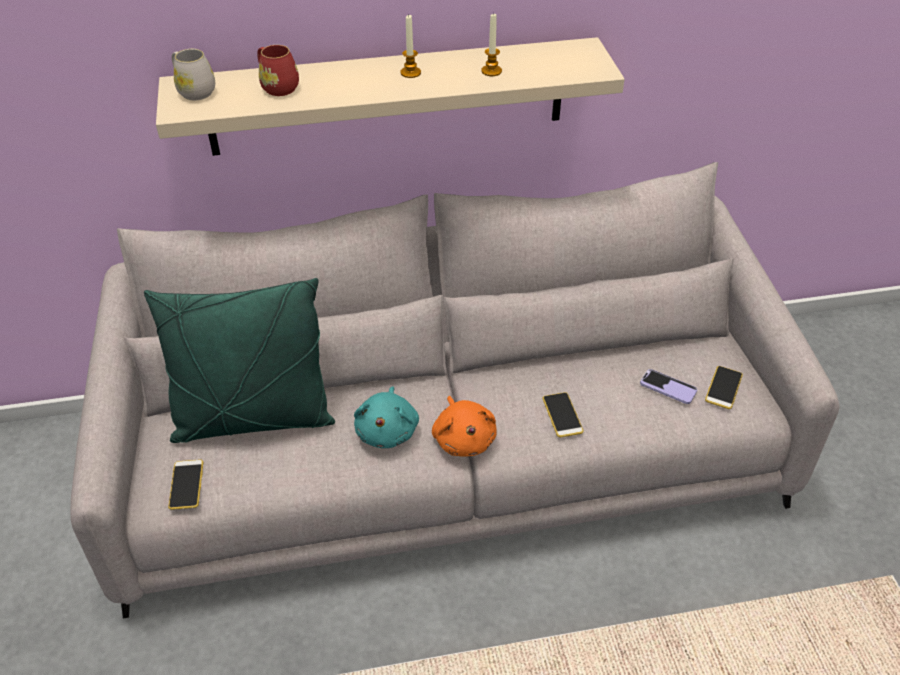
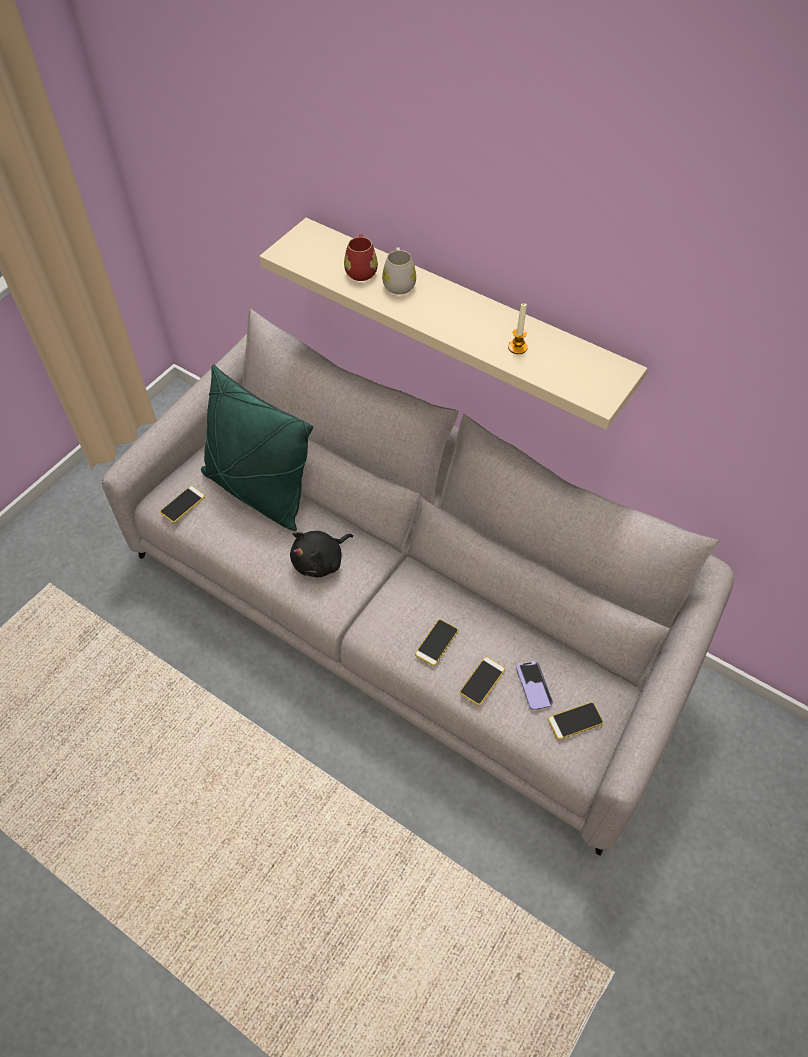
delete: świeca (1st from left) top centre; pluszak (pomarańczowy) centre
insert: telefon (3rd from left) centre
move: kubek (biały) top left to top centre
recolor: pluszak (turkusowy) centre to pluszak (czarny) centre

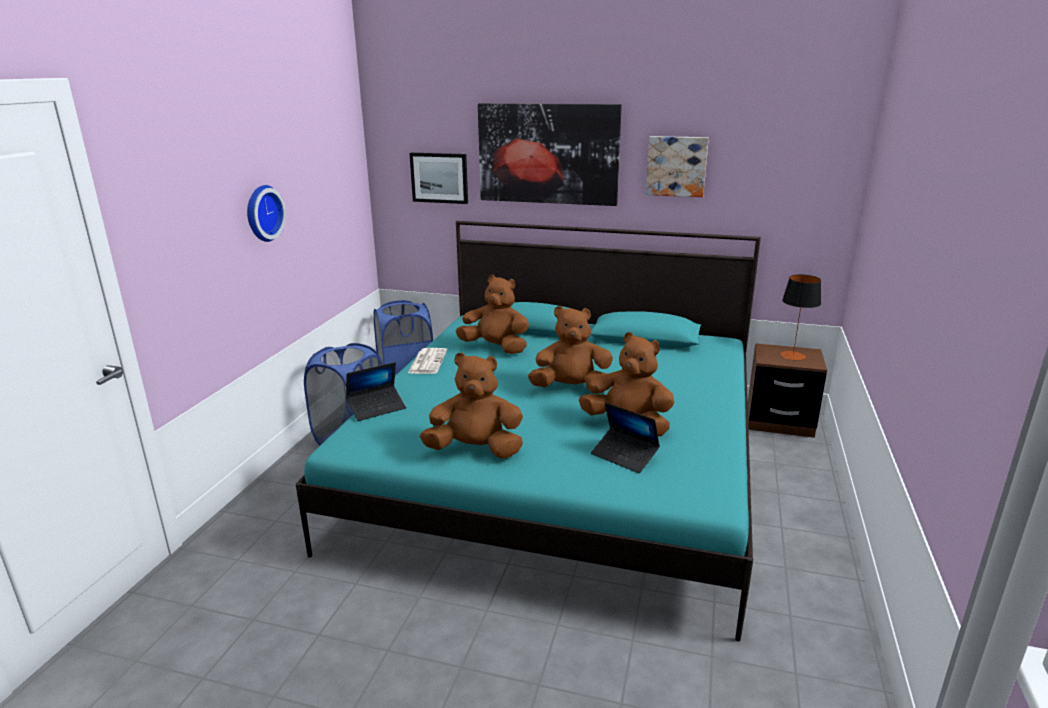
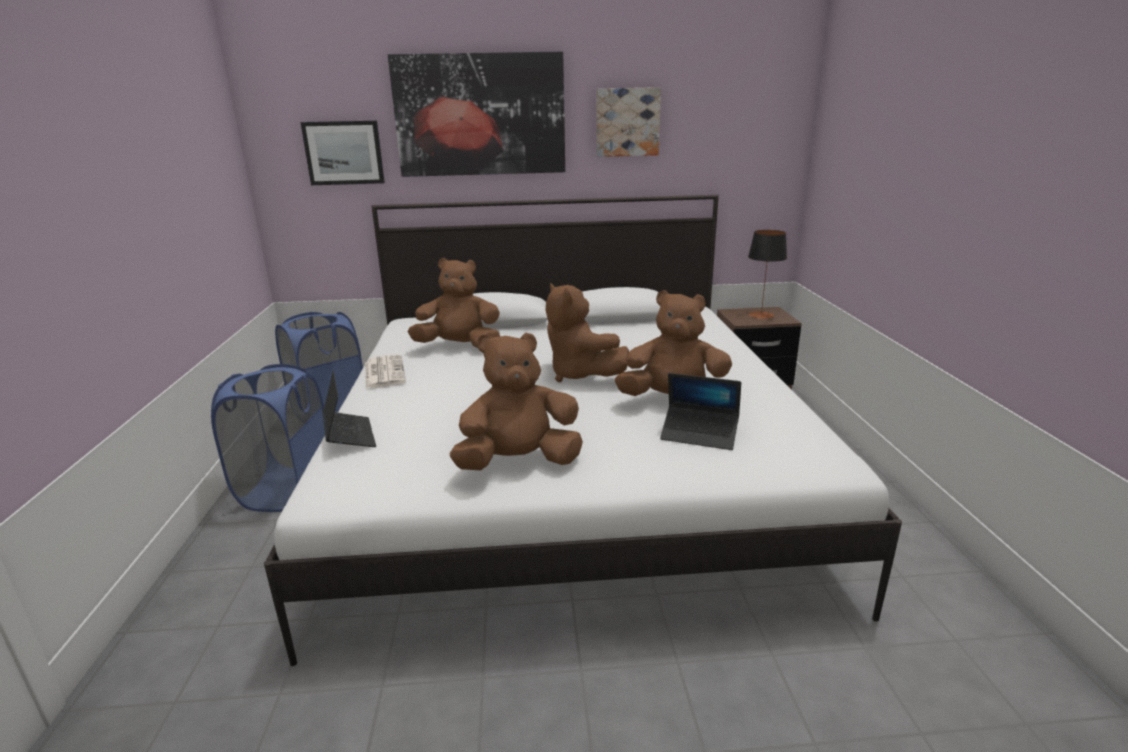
delete: zegar ścienny top left
recolor: łóżko (turkusowy) centre to łóżko (biały) centre
rotate: laptop (1st from left) centre = middle left 60 degrees counterclockwise; pluszak (brązowy) (3rd from left) centre = centre 105 degrees counterclockwise

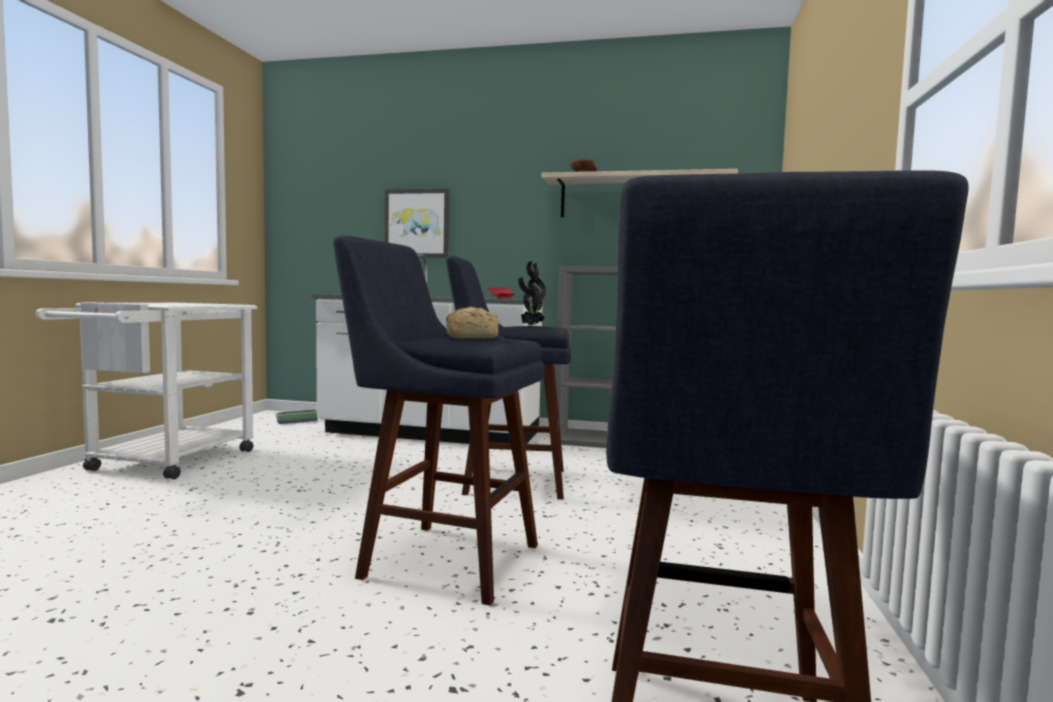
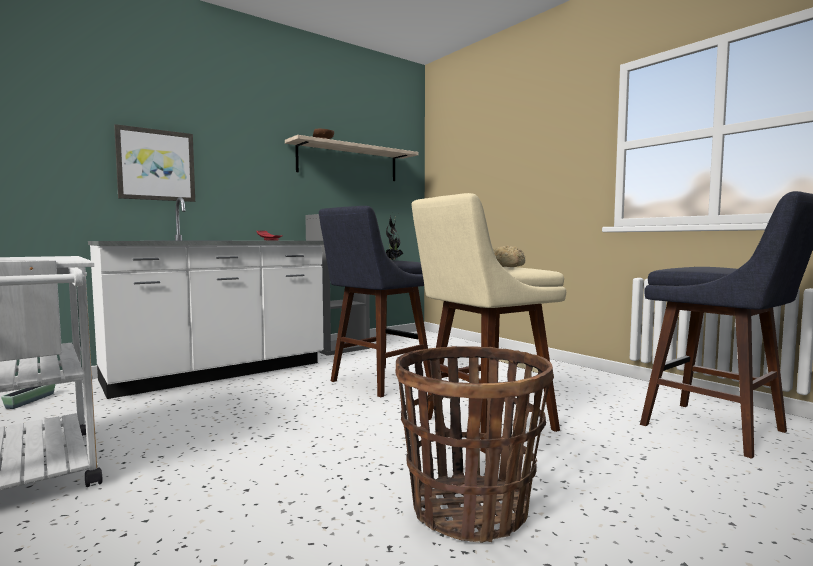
insert: koszyk bottom centre
recolor: stołek (niebieski) (1st from left) centre to stołek (beżowy) centre

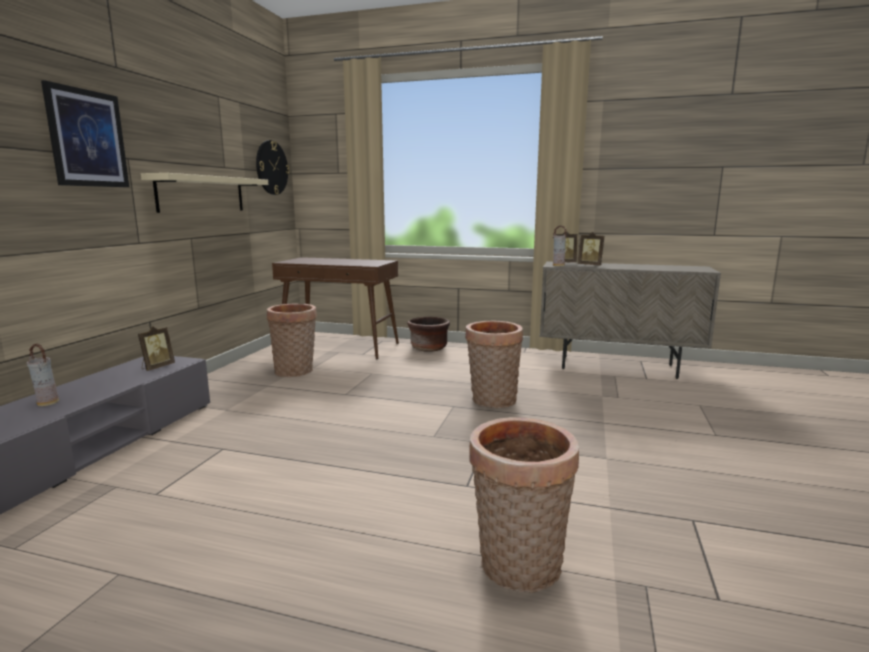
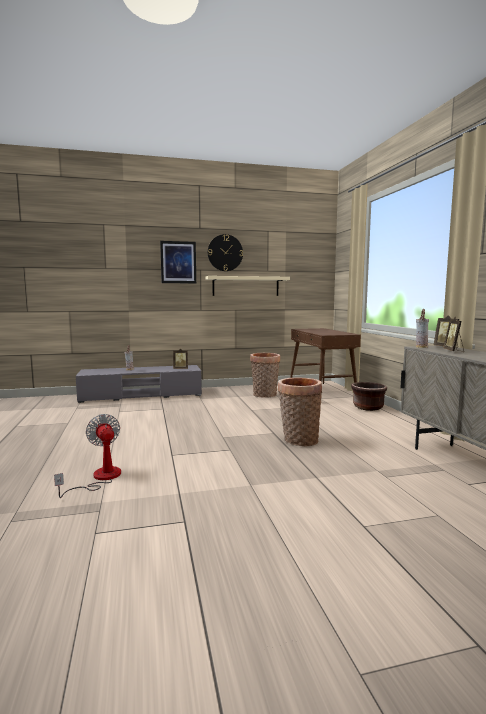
move: zegar ścienny top left to centre
replace: koszyk (3rd from left) bottom centre to wentylator middle left

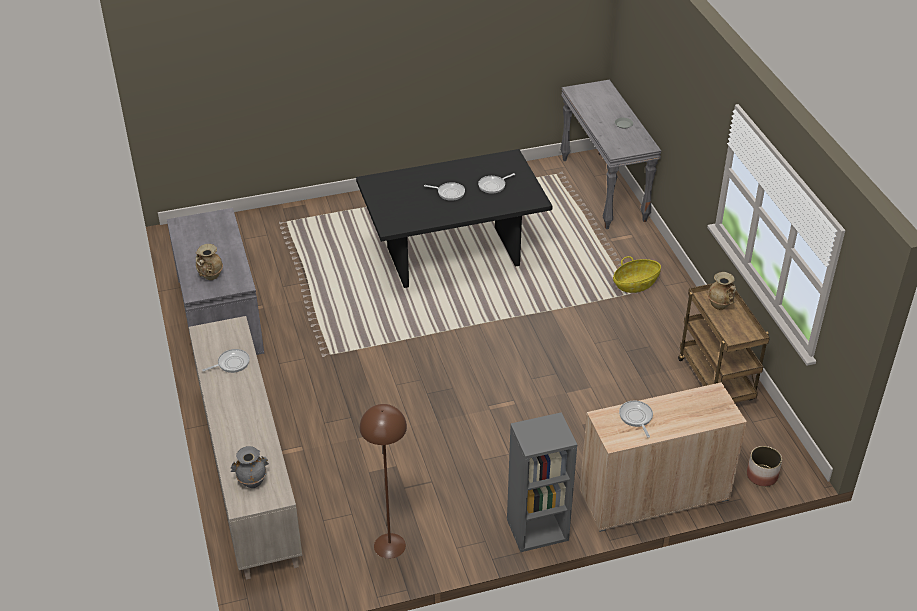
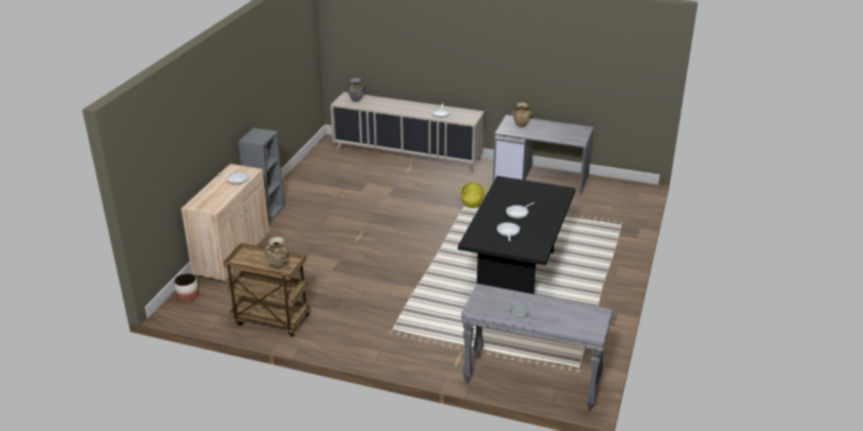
delete: lampa stojąca (brązowy) bottom centre
move: koszyk middle right to centre

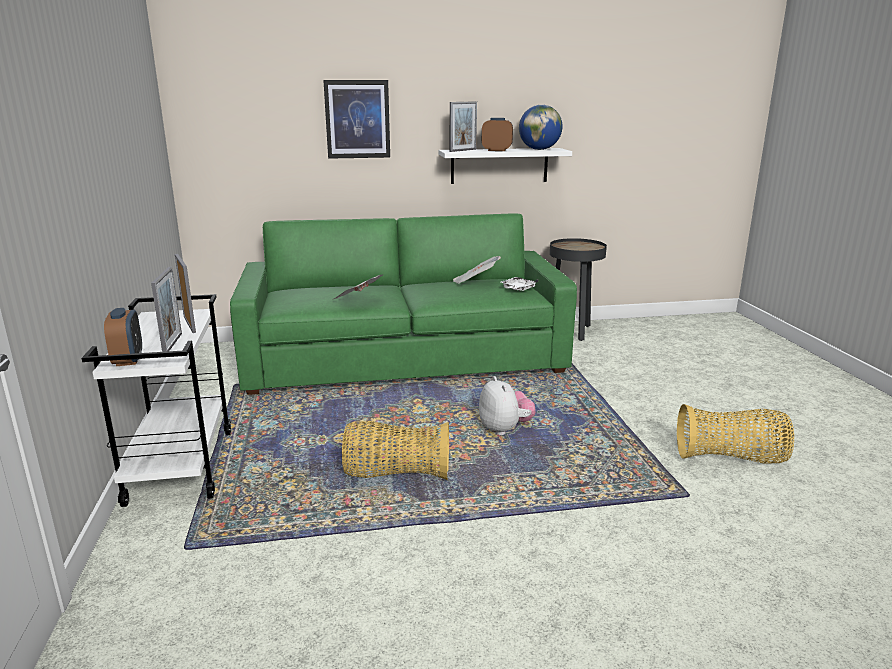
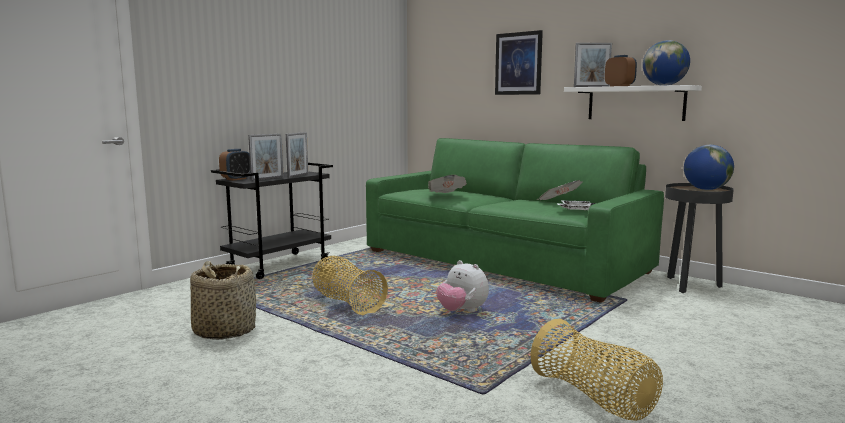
insert: koszyk (1st from left) bottom left; globus (2nd from left) middle right
recolor: wózek (biały) middle left to wózek (czarny) middle left
rotate: pluszak centre = bottom centre 105 degrees clockwise

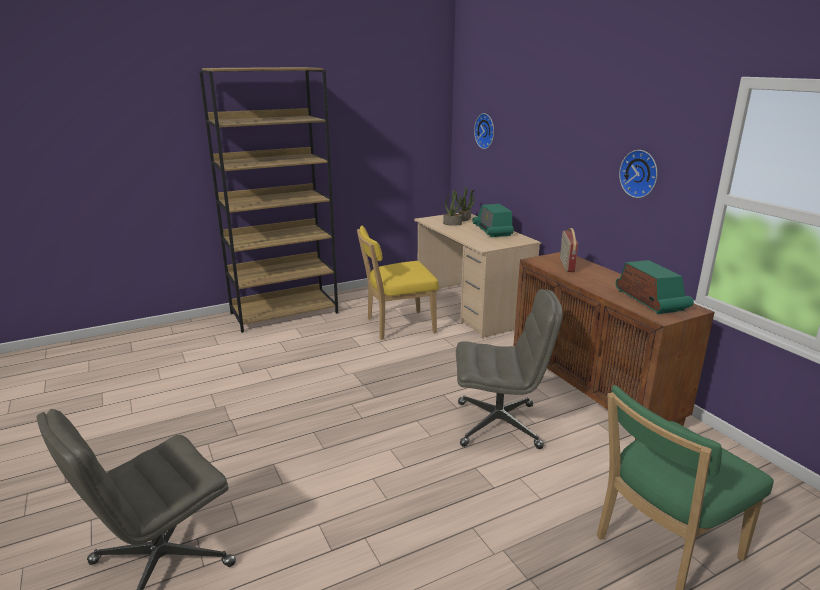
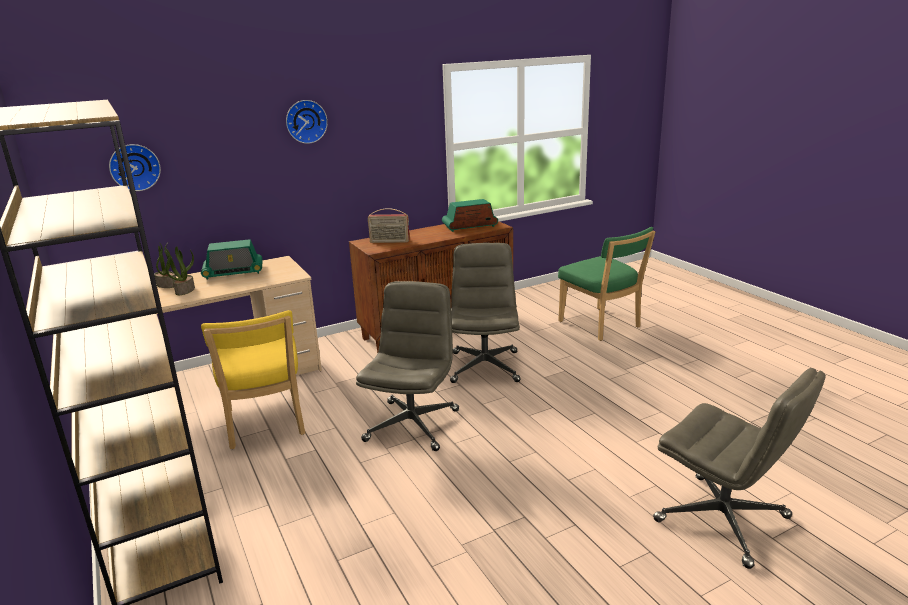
insert: krzesło biurowe (szary) (1st from left) centre
move: zegar ścienny (2nd from left) top right to top centre

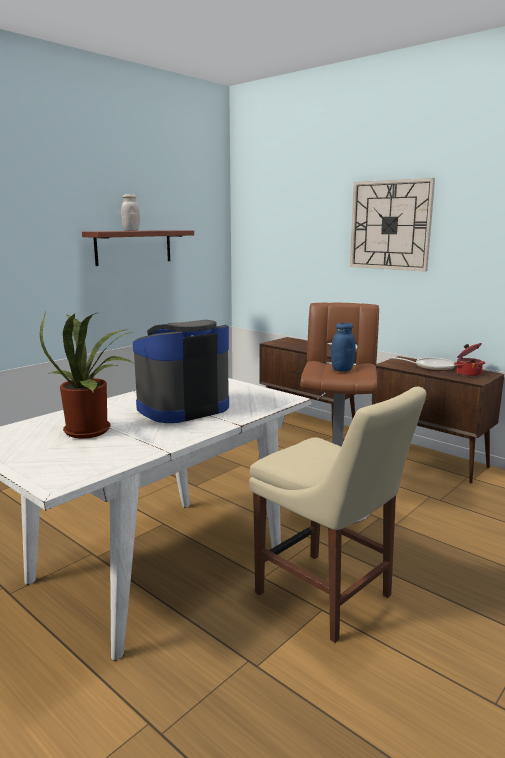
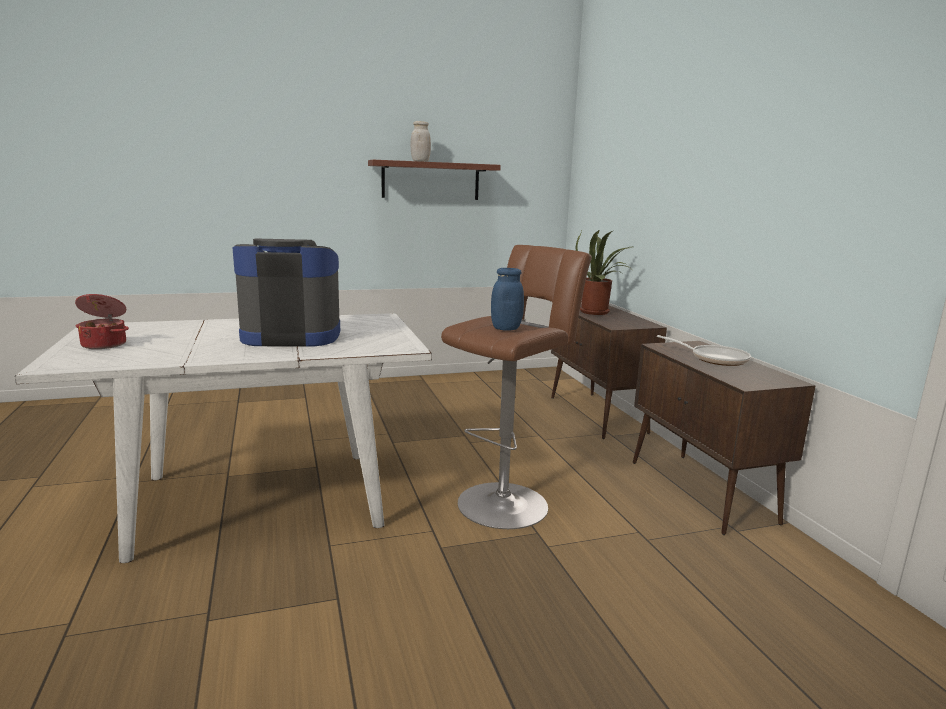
delete: krzesło (beżowy) bottom right; zegar ścienny top right
move: garnek middle right to middle left; roślina doniczkowa middle left to centre

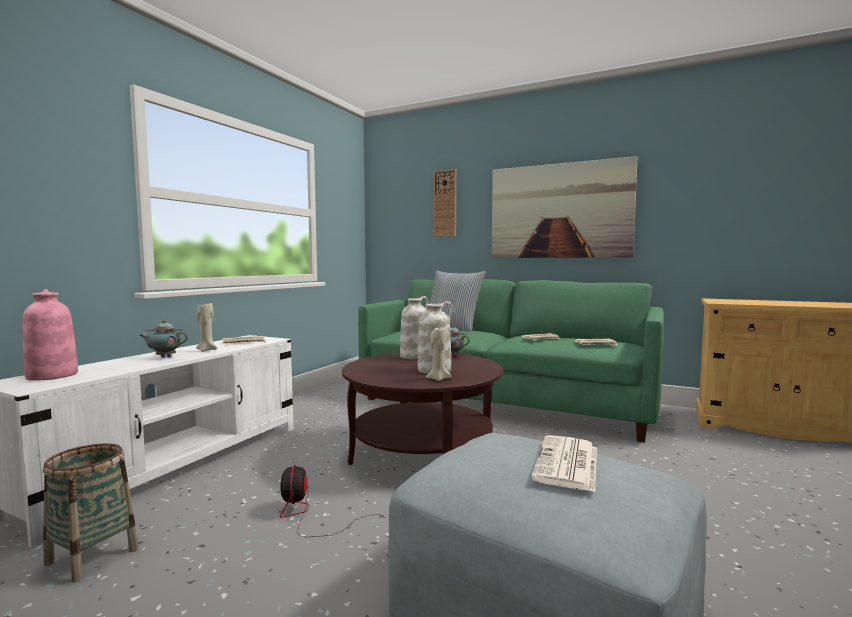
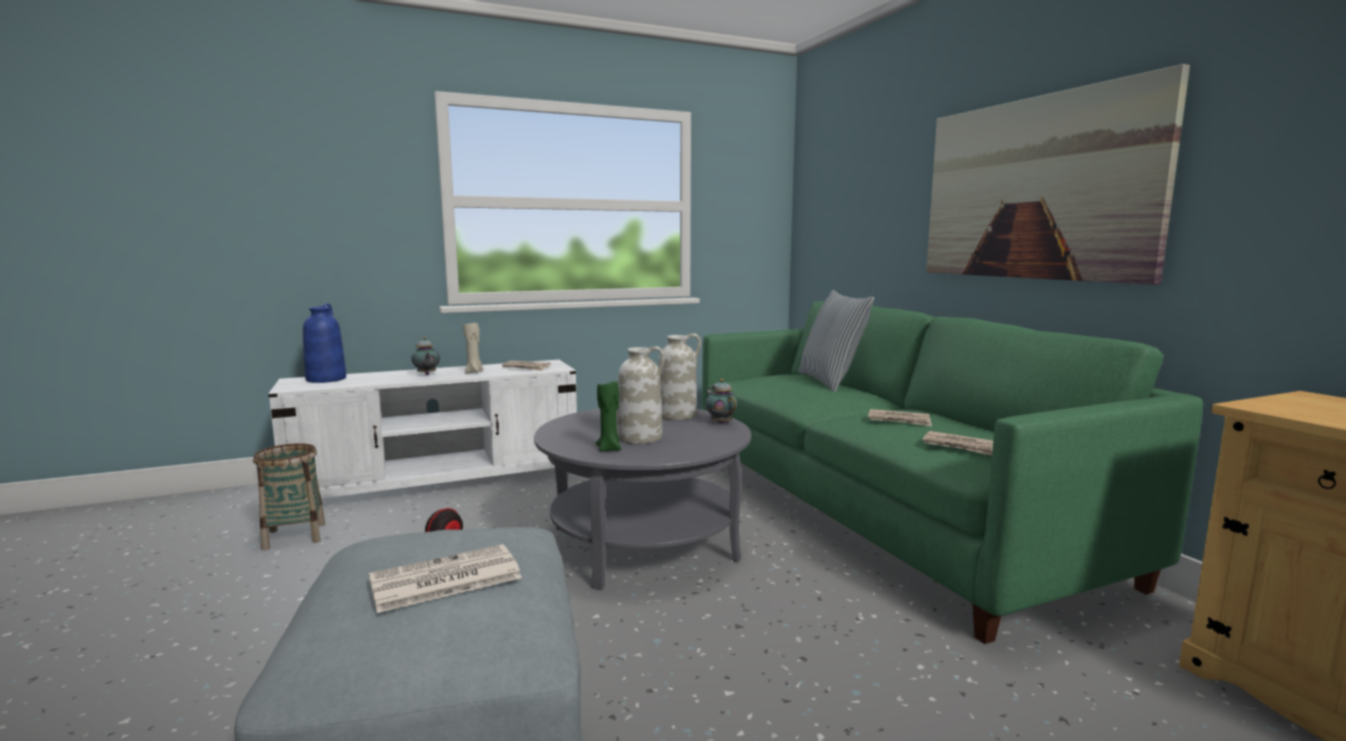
delete: zegar ścienny top centre
recolor: wazon (różowy) middle left to wazon (niebieski) middle left; ława (brązowy) centre to ława (szary) bottom centre; świeca (beżowy) (2nd from left) centre to świeca (zielony) centre
rotate: imbryk (1st from left) middle left = middle left 150 degrees counterclockwise

